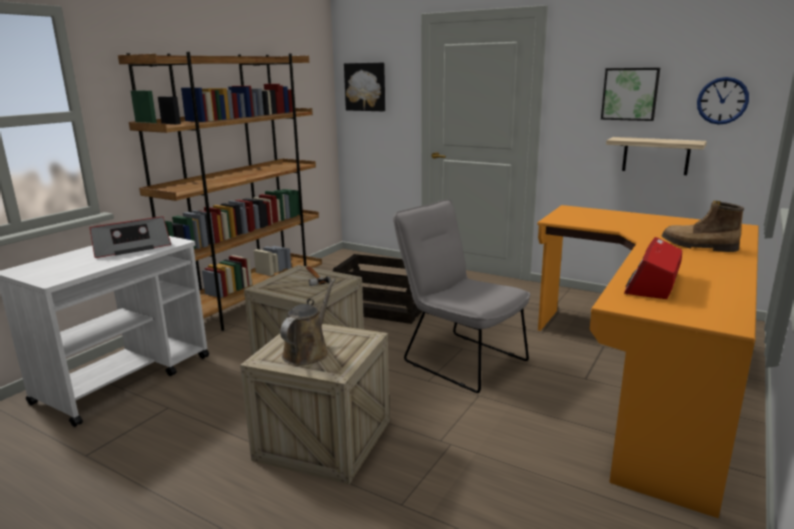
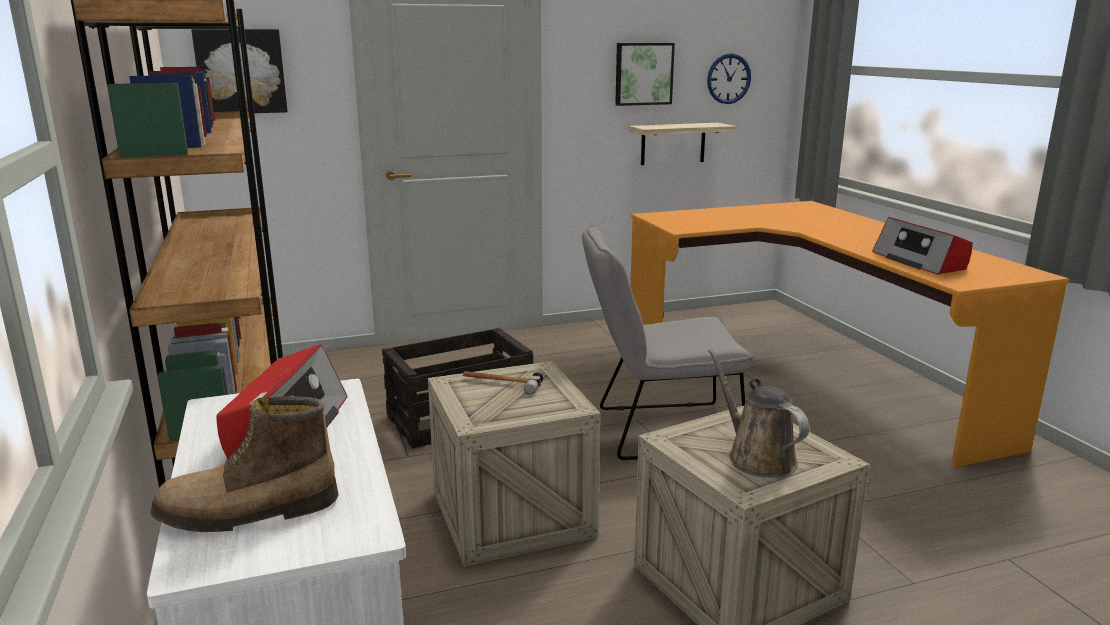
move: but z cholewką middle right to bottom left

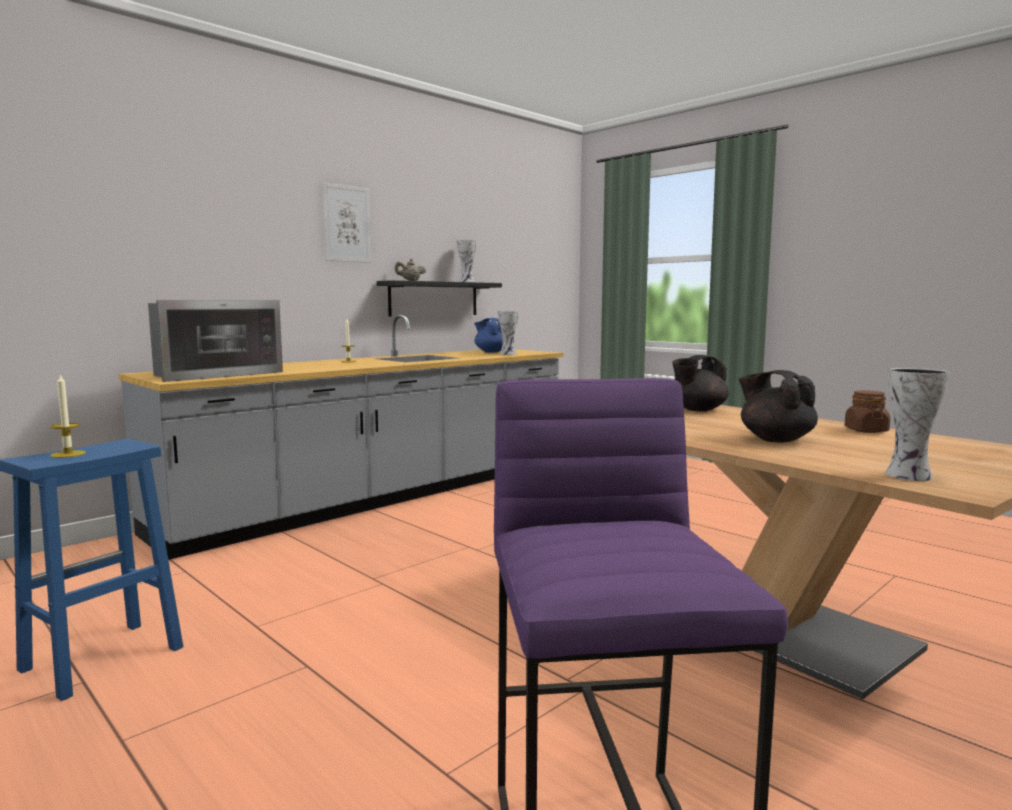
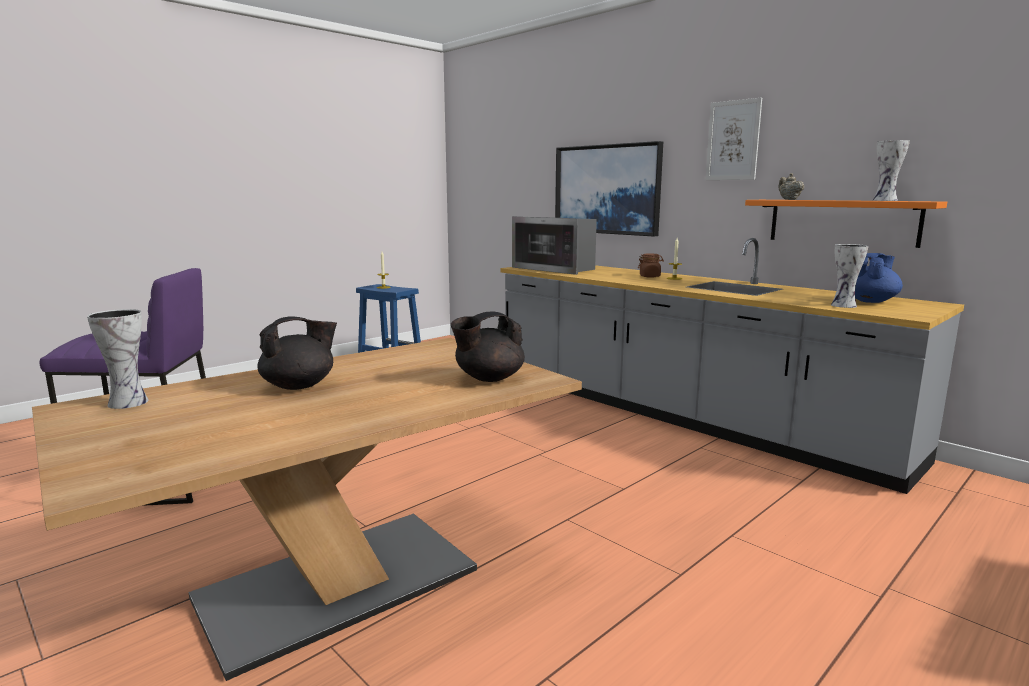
insert: obraz (1st from left) top centre
move: słoik (brązowy) middle right to centre
recolor: półka (czarny) centre to półka (pomarańczowy) top right
rotate: imbryk (czarny) (1st from left in the first image) middle right = centre 90 degrees counterclockwise

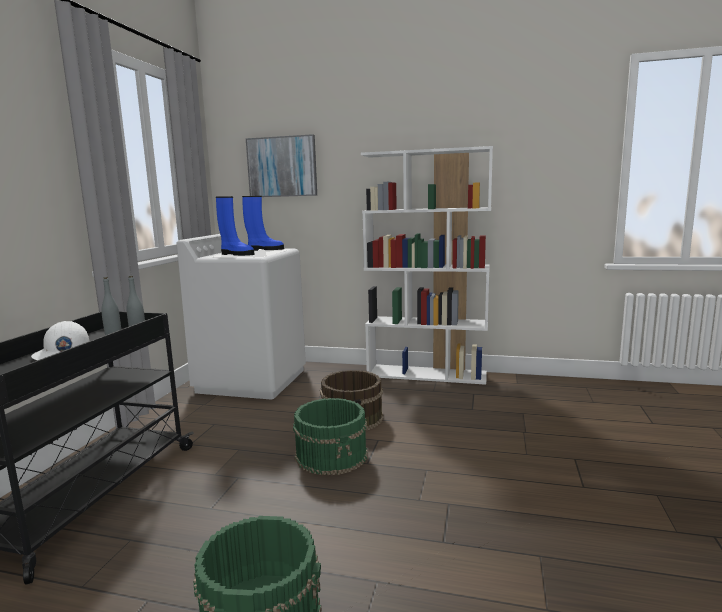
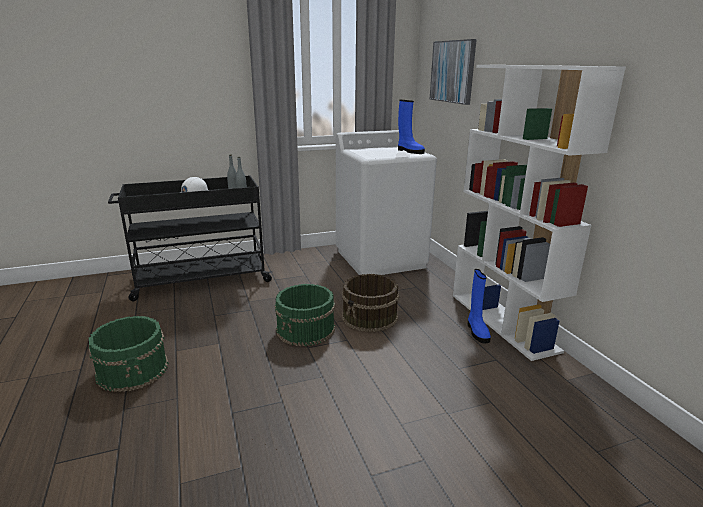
move: but z cholewką (niebieski) (1st from left in the first image) middle left to but z cholewką (niebieski) (2nd from left) middle right

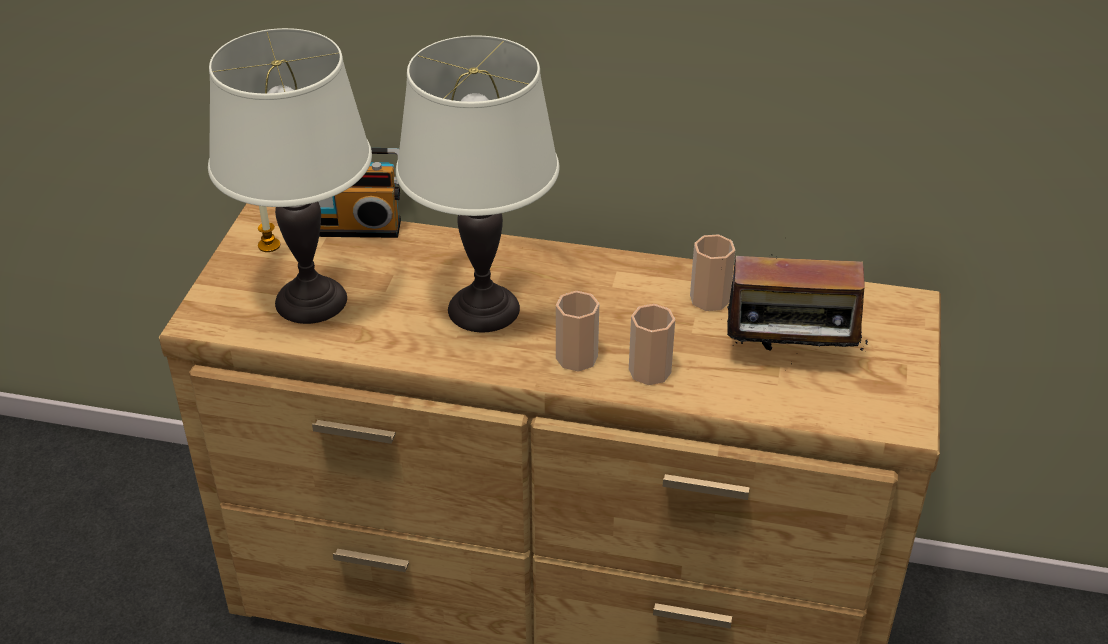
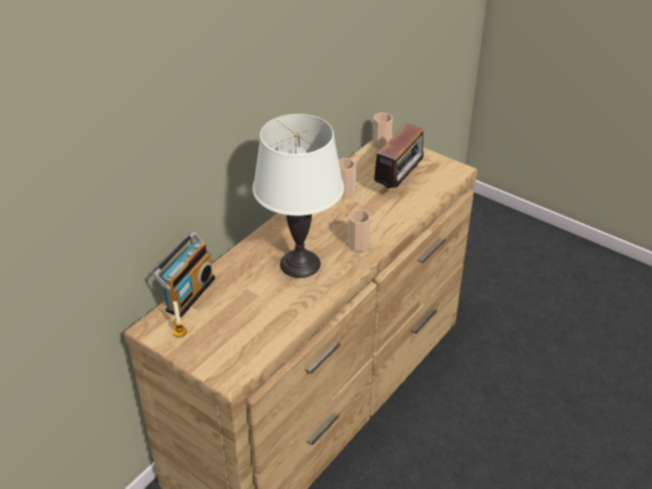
delete: lampa stołowa (biały) (1st from left) top left
move: filiżanka (2nd from left in the first image) centre to filiżanka (3rd from left) top centre

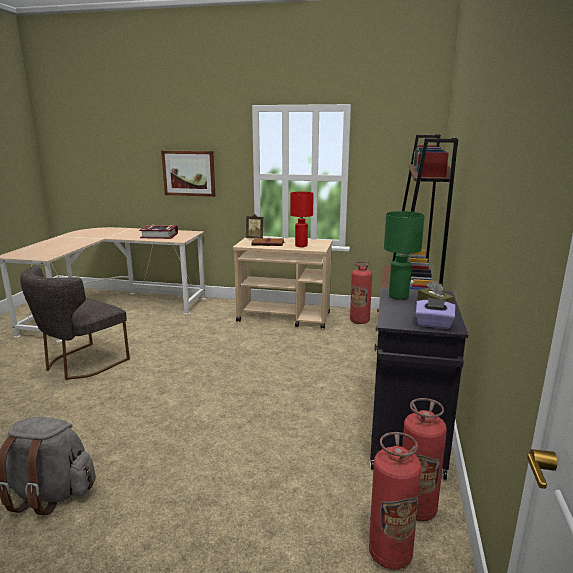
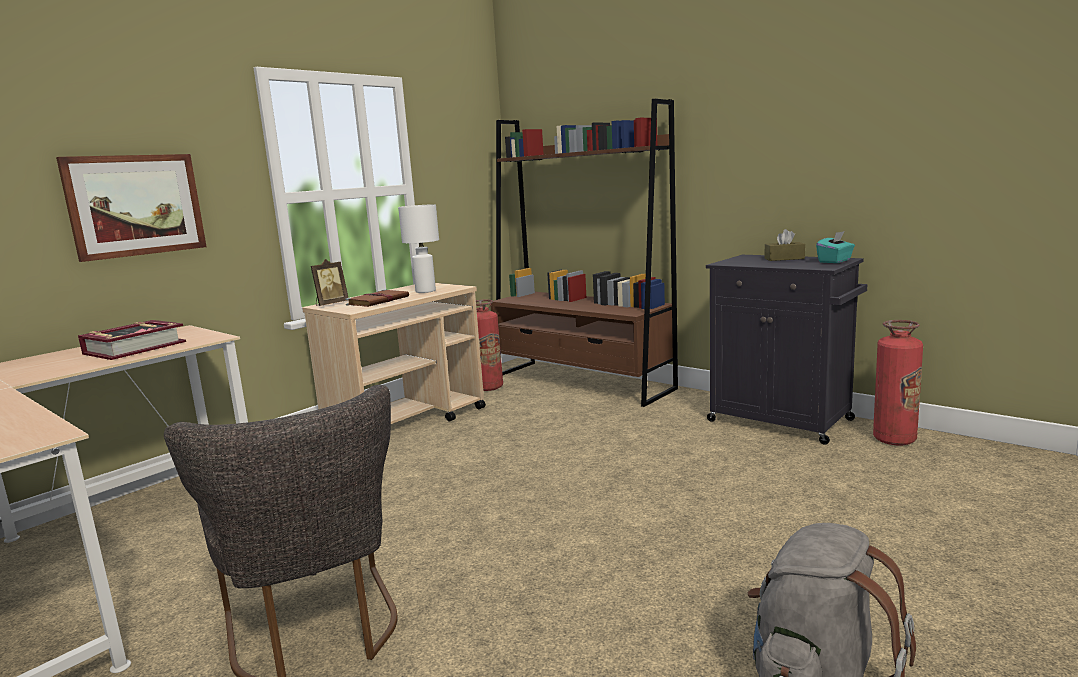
delete: gaśnica (2nd from left) bottom right; lampa stołowa (zielony) middle right
recolor: lampa stołowa (czerwony) centre to lampa stołowa (biały) centre; pudełko chusteczek (fioletowy) middle right to pudełko chusteczek (turkusowy) middle right

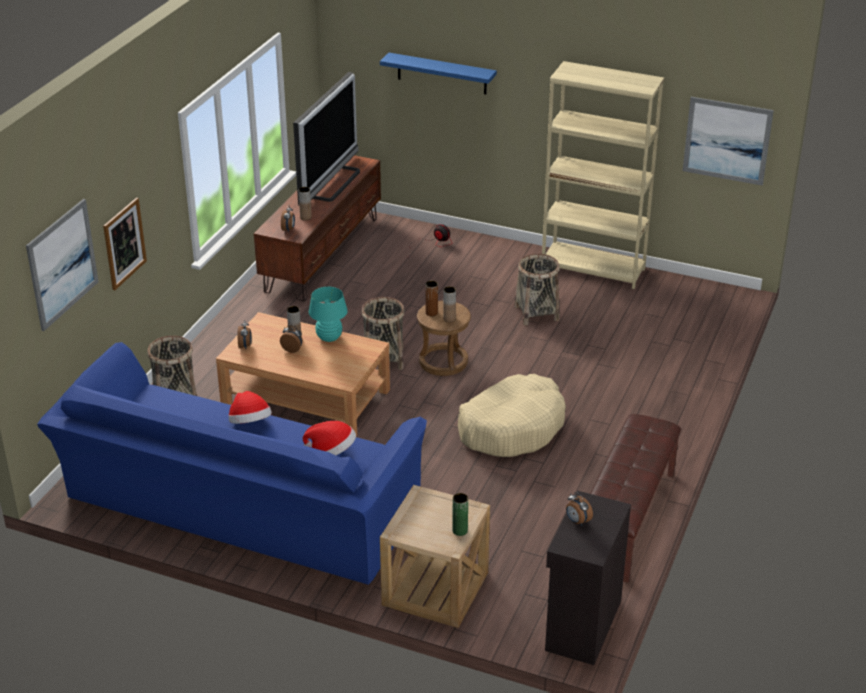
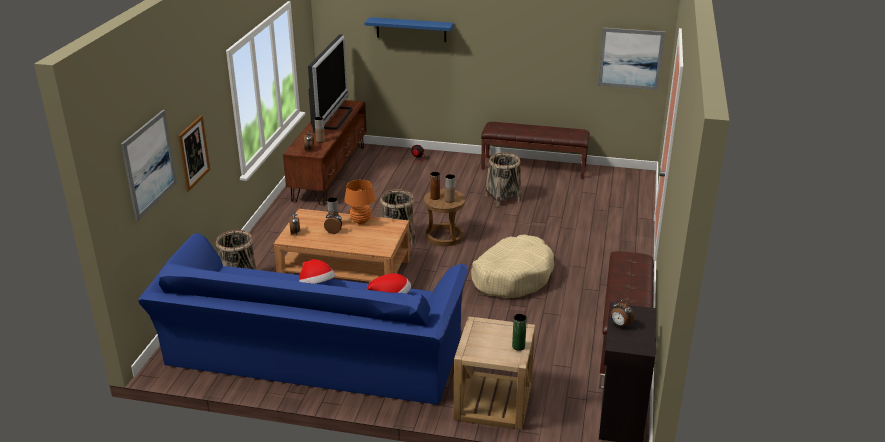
replace: regał (beżowy) top right to ławka (brązowy) (1st from left) centre
recolor: lampa stołowa (turkusowy) centre to lampa stołowa (pomarańczowy) centre

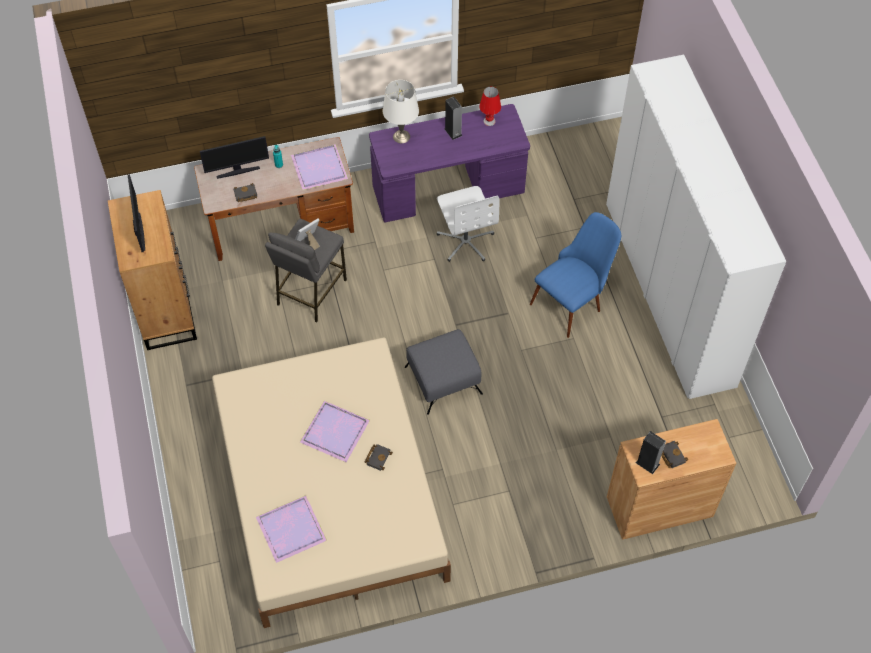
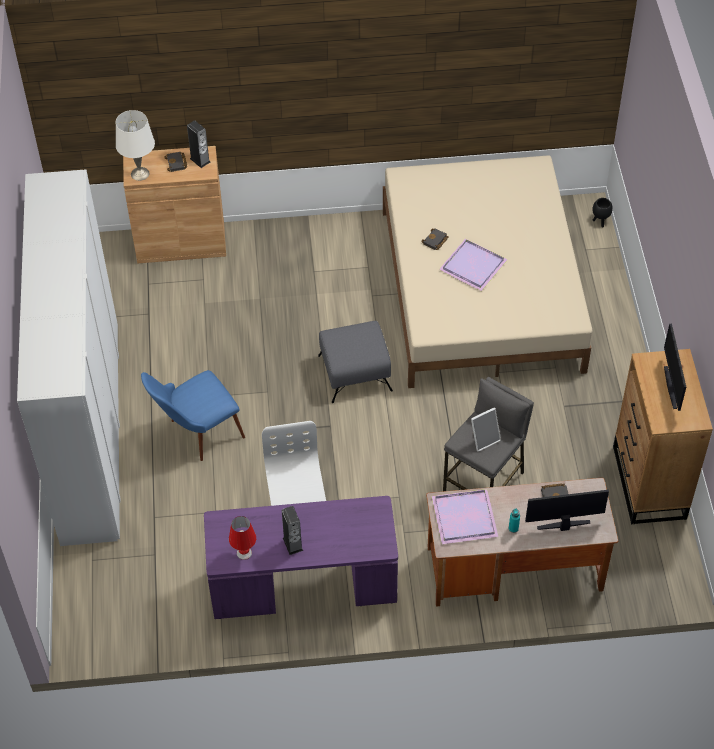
delete: taca (fioletowy) (1st from left) bottom centre
insert: donica (czarny) top right
move: lampa stołowa (biały) top centre to top left

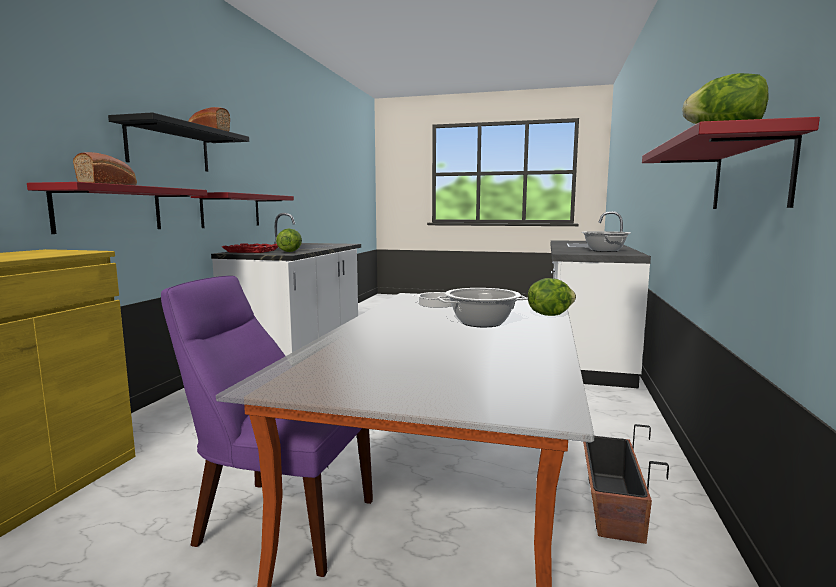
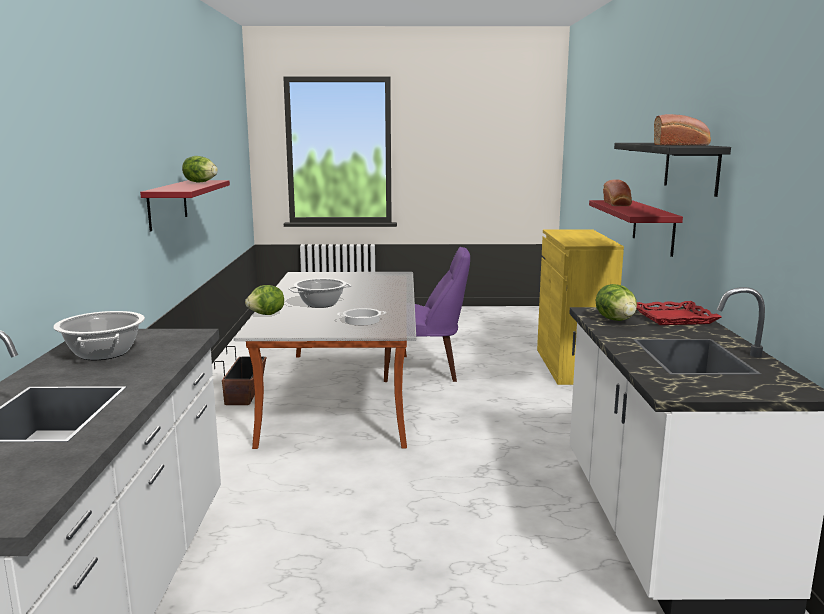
delete: półka (czerwony) (2nd from left) middle left

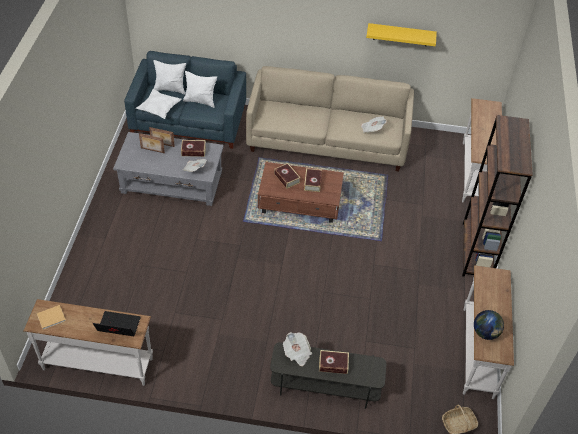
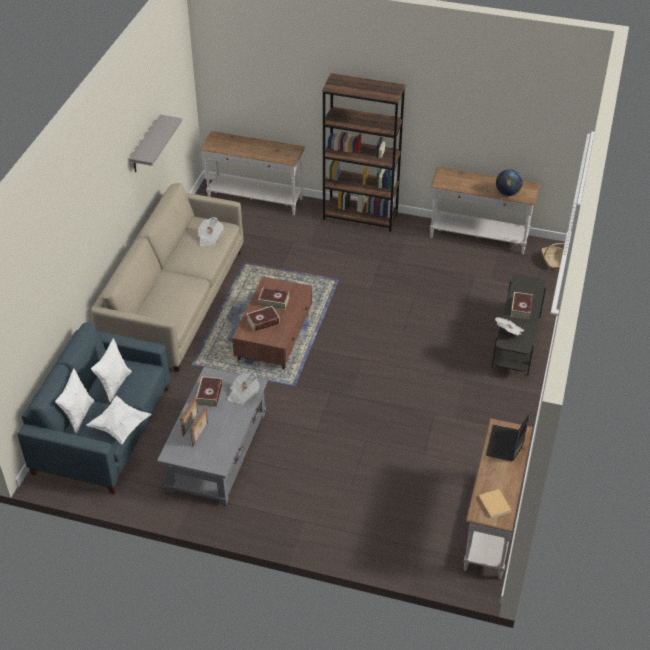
recolor: półka (żółty) top right to półka (szary) top left

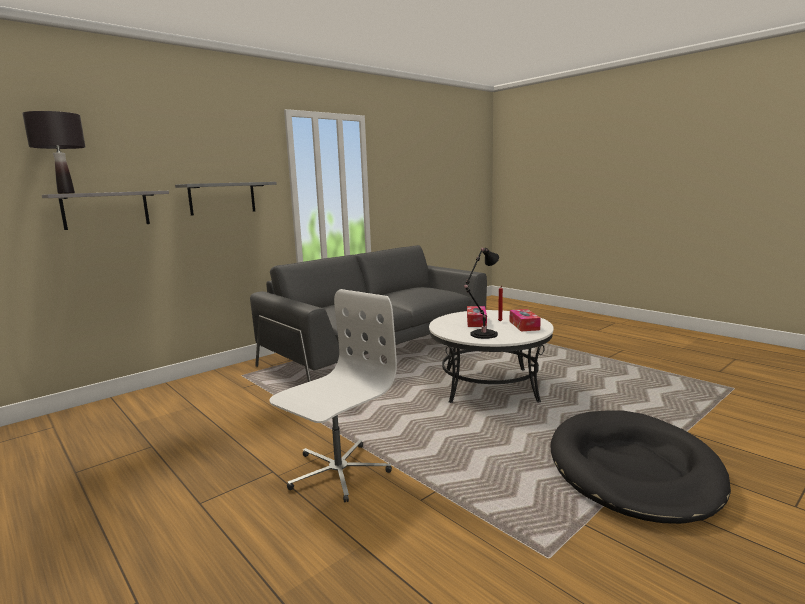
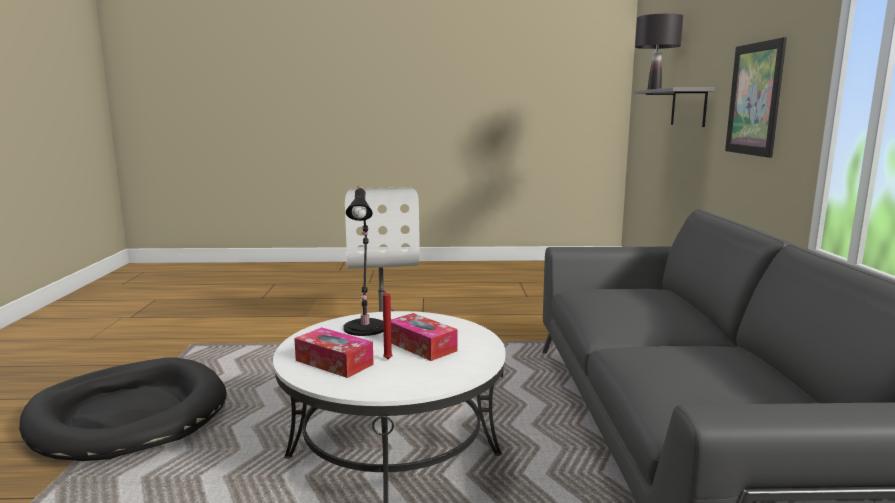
replace: półka (szary) (2nd from left) top left to obraz top right

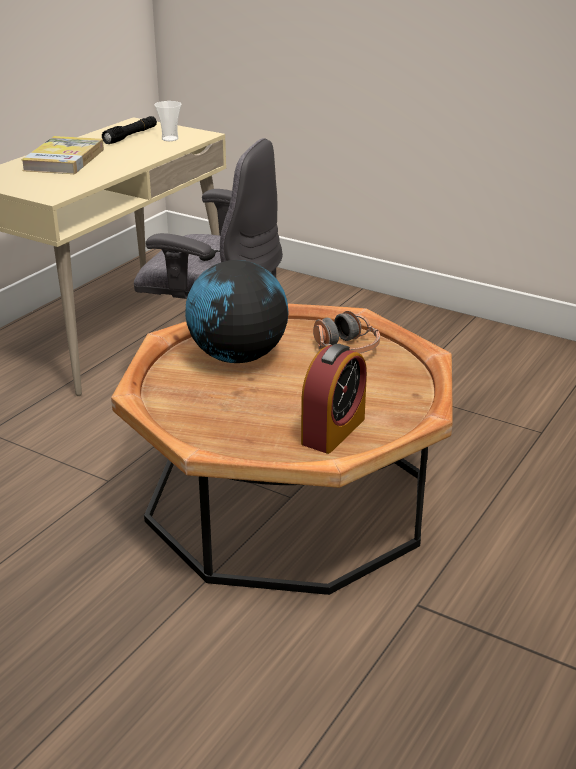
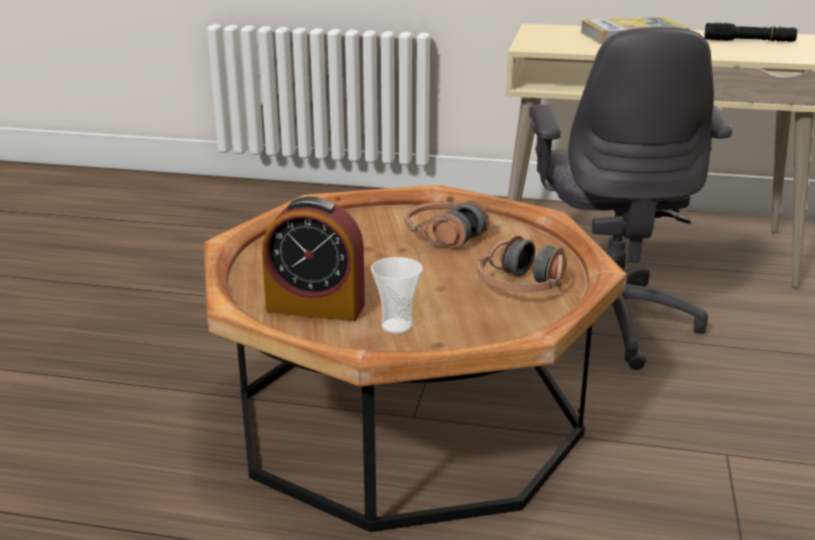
move: filiżanka top left to centre
replace: globus centre to słuchawki (1st from left) centre

